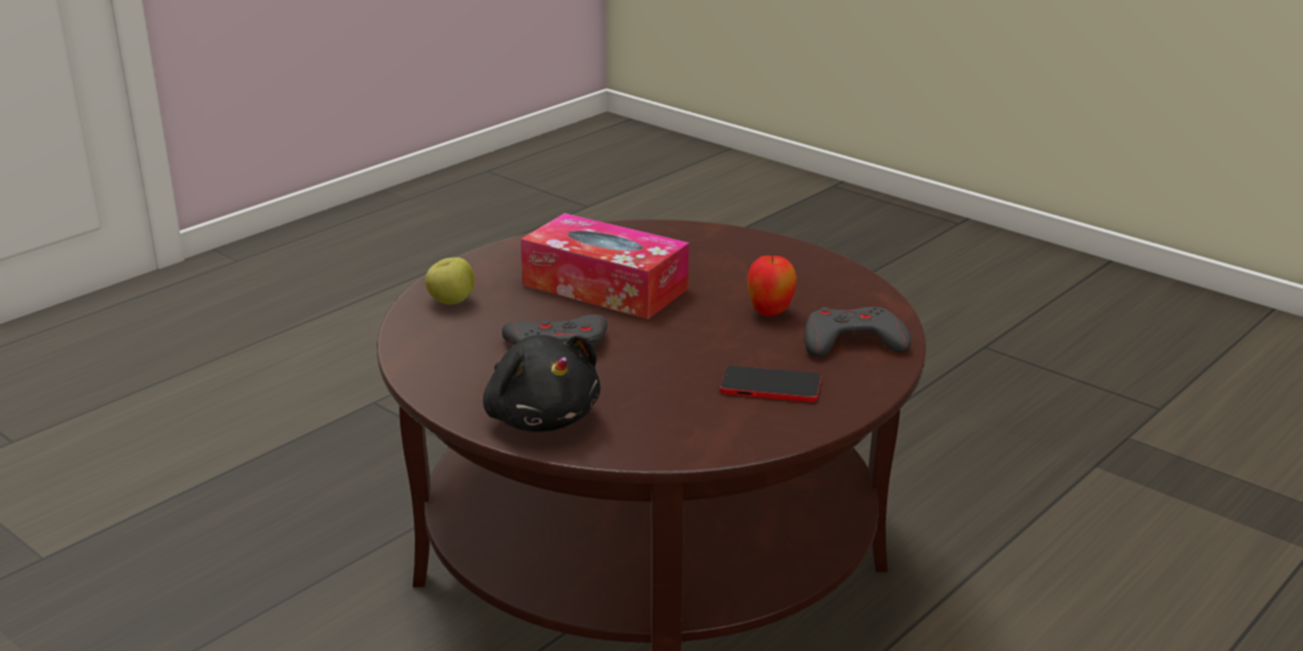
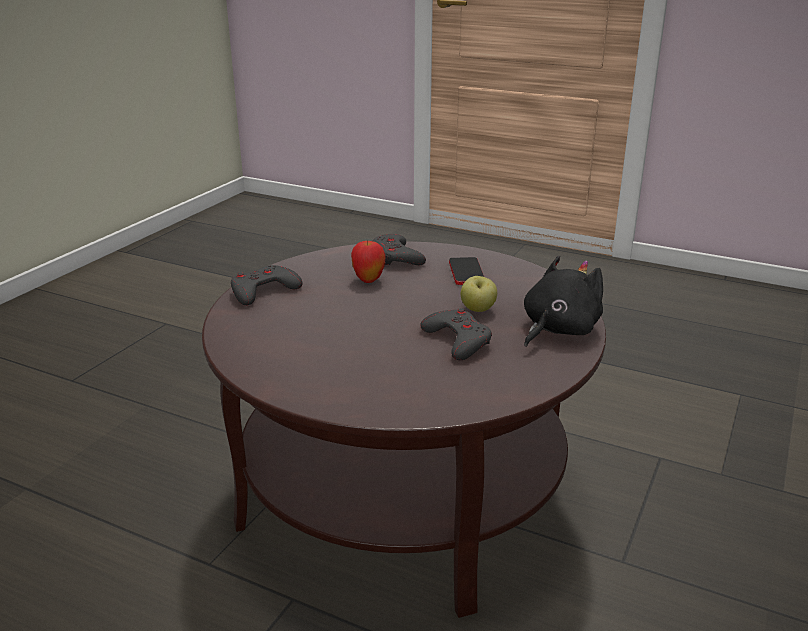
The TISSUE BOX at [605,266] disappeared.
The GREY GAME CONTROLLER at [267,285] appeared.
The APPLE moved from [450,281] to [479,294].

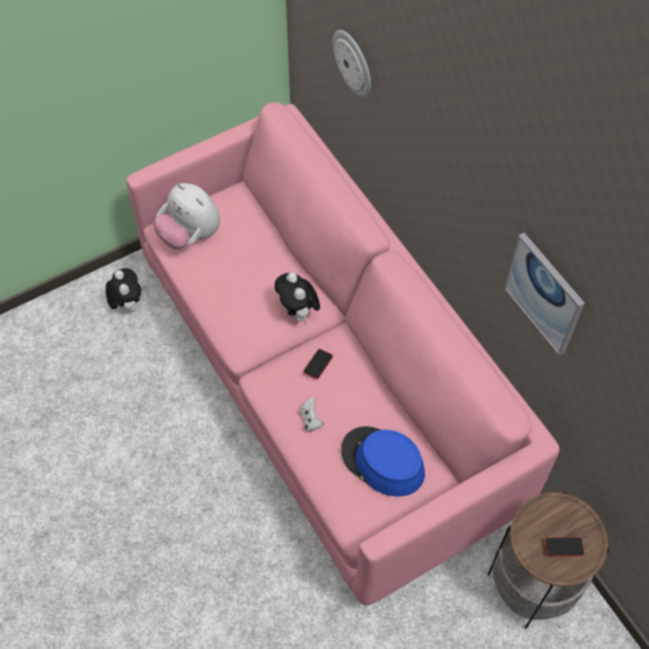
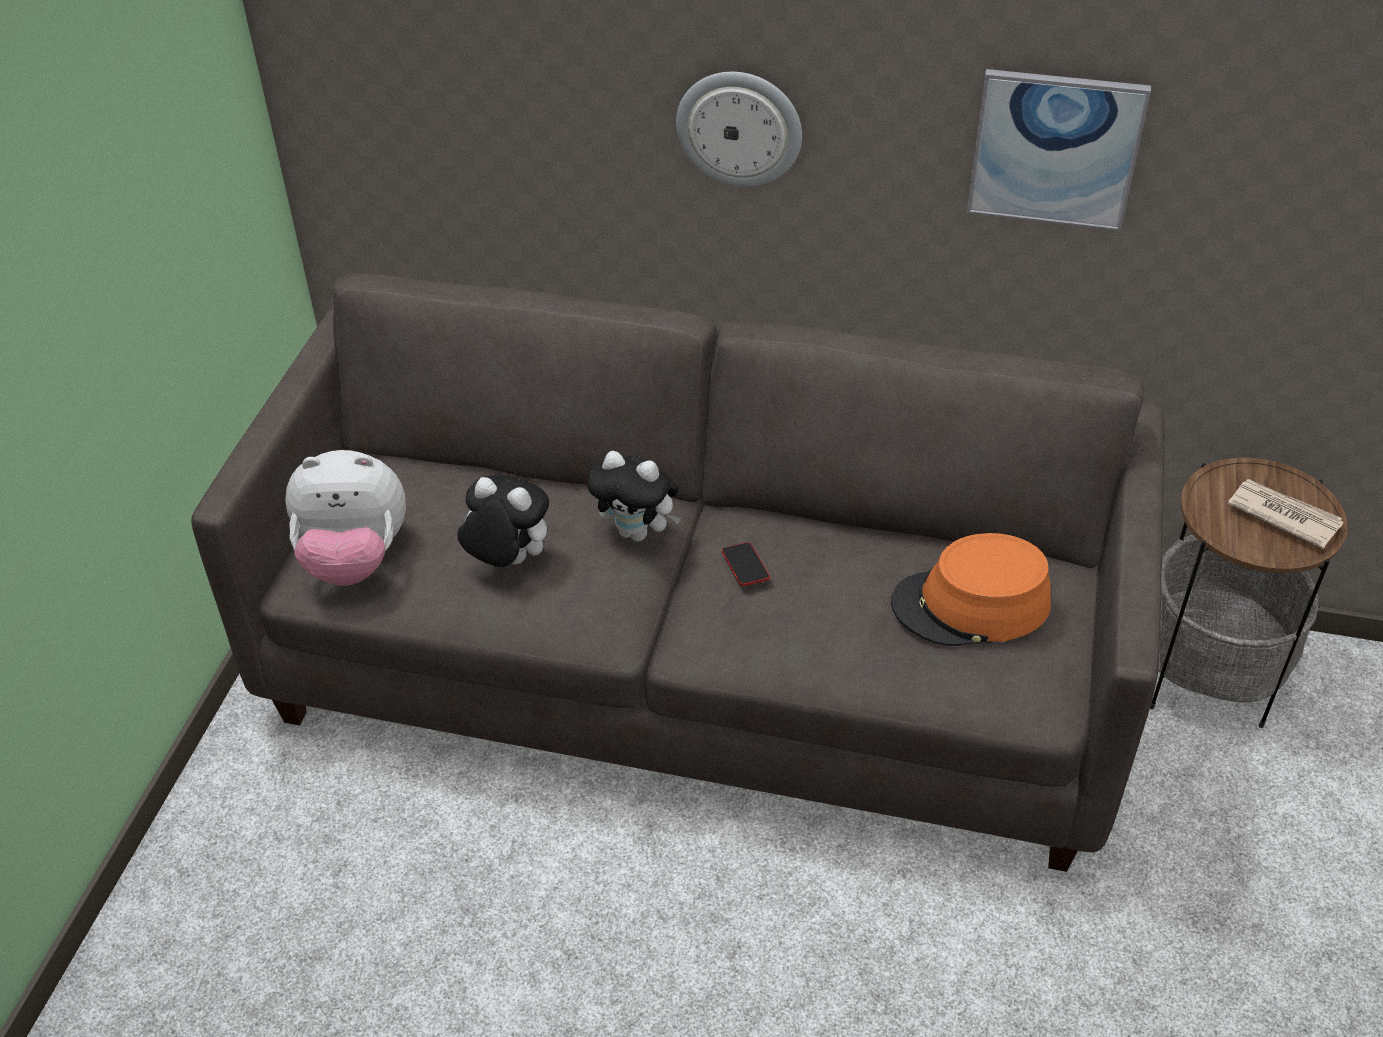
The WHITE GAME CONTROLLER at [311,414] disappeared.
The PLUSH TOY moved from [123,290] to [503,521].
The WALL CLOCK moved from [352,64] to [739,129].
The PHONE at [564,547] was replaced by the NEWSPAPER at [1286,514].
The PINK SOFA at [342,354] became the GREY SOFA at [678,572].
The BLUE HAT at [383,461] became the ORANGE HAT at [971,589].

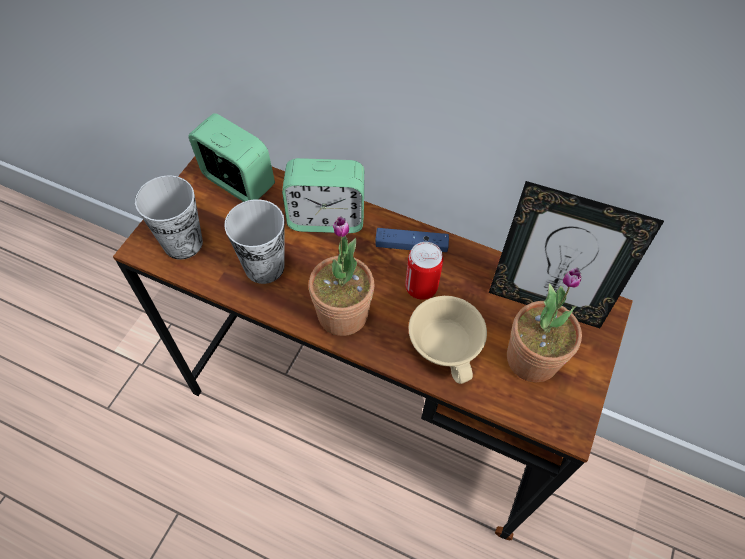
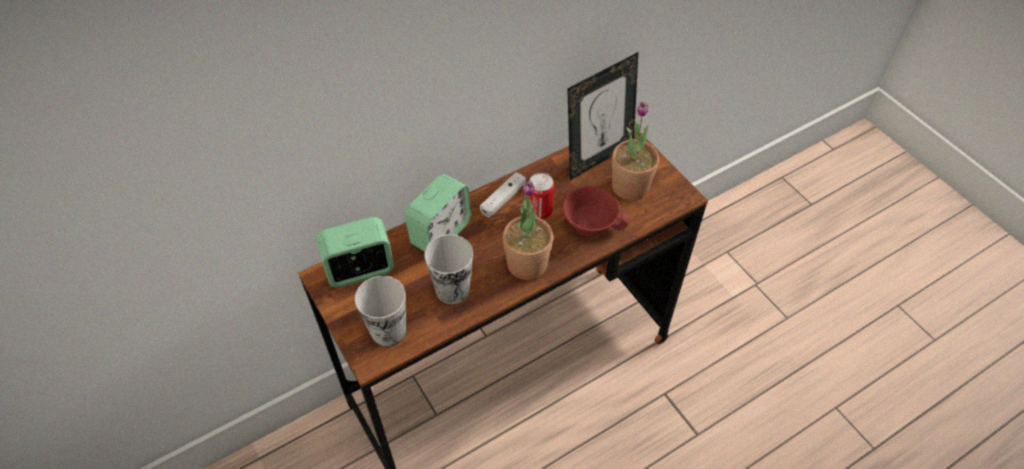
The BLUE GAME CONTROLLER at [412,240] became the WHITE GAME CONTROLLER at [503,194].
The BEIGE CUP at [448,340] became the RED CUP at [595,211].

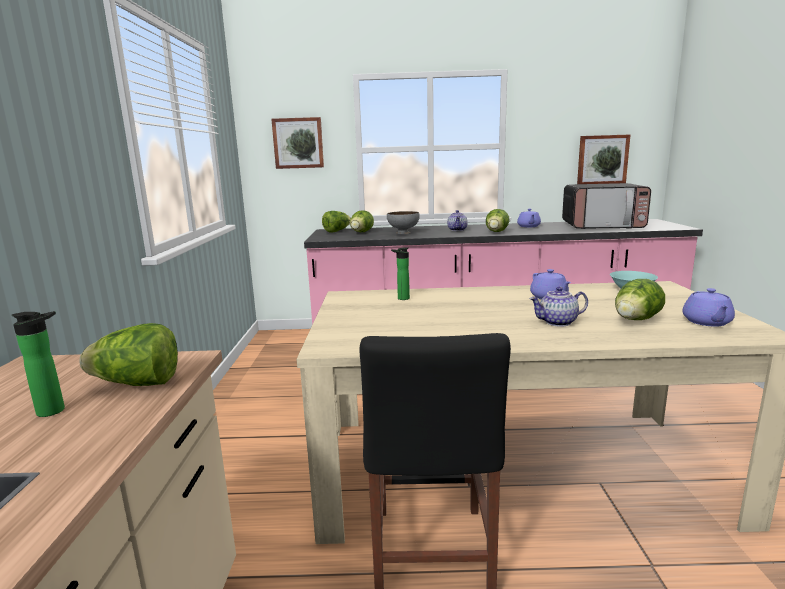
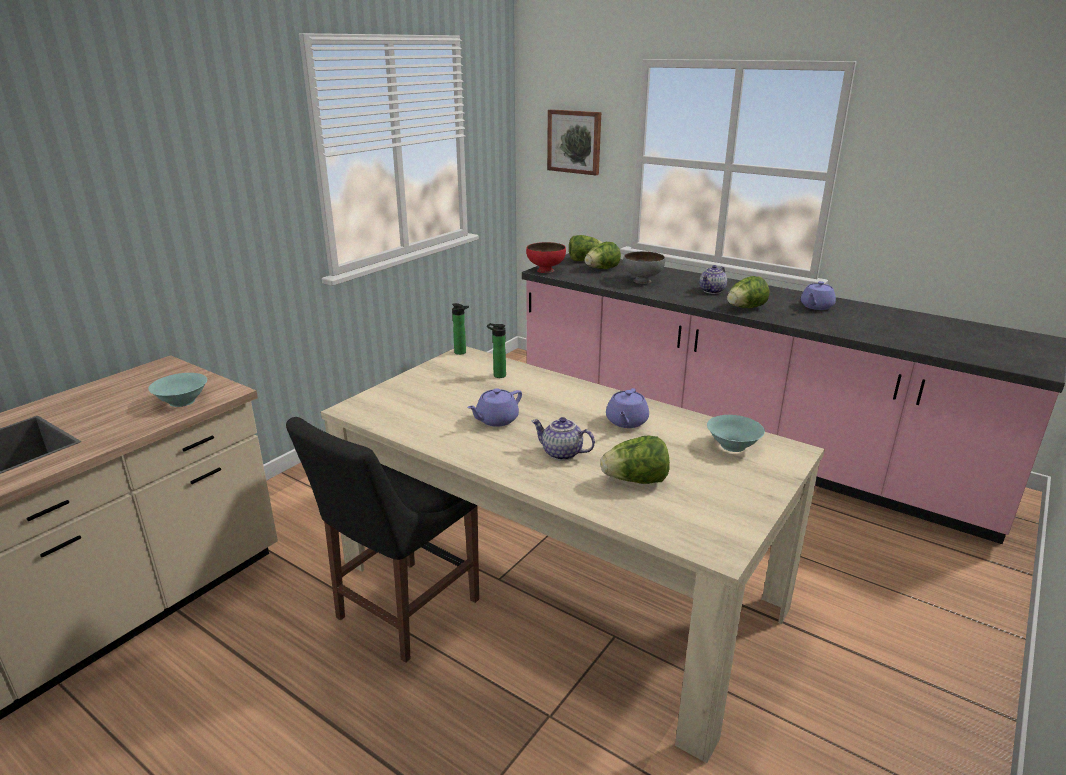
The MICROWAVE at [606,206] disappeared.
The PICTURE at [604,159] disappeared.
The RED BOWL at [546,257] appeared.
The BOTTLE moved from [38,364] to [460,329].
The PURPLE TEAPOT moved from [708,307] to [494,407].
The LETTUCE at [128,354] was replaced by the TURQUOISE BOWL at [177,390].

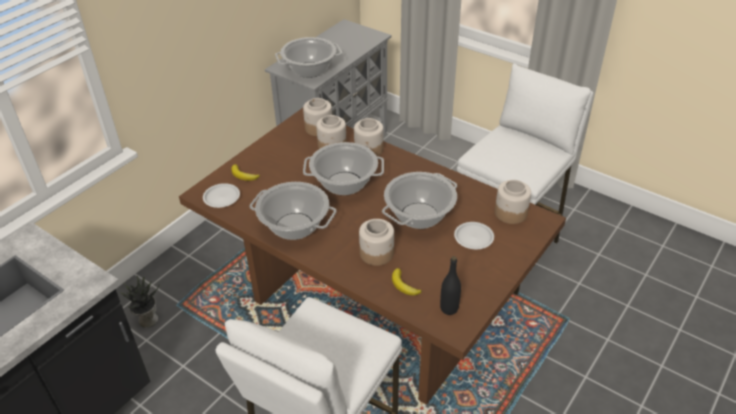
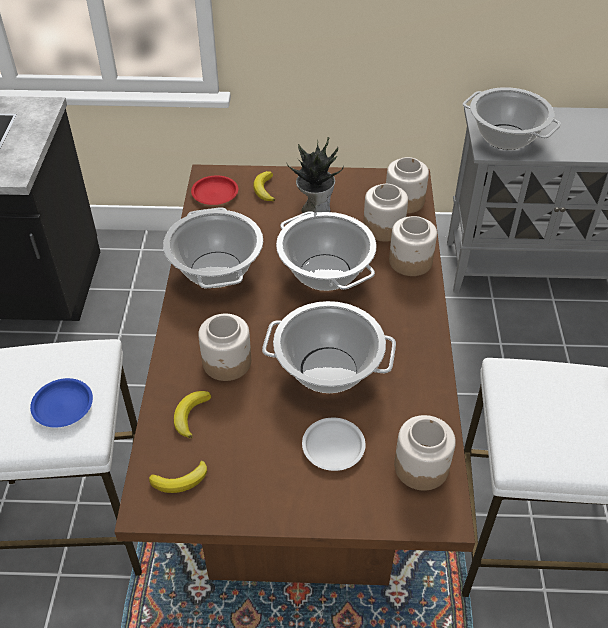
The BLUE PLATE at [61,403] appeared.
The POTTED PLANT moved from [139,302] to [315,175].
The BLACK BOTTLE at [450,285] was replaced by the BANANA at [178,476].
The WHITE PLATE at [221,195] became the RED PLATE at [214,190].

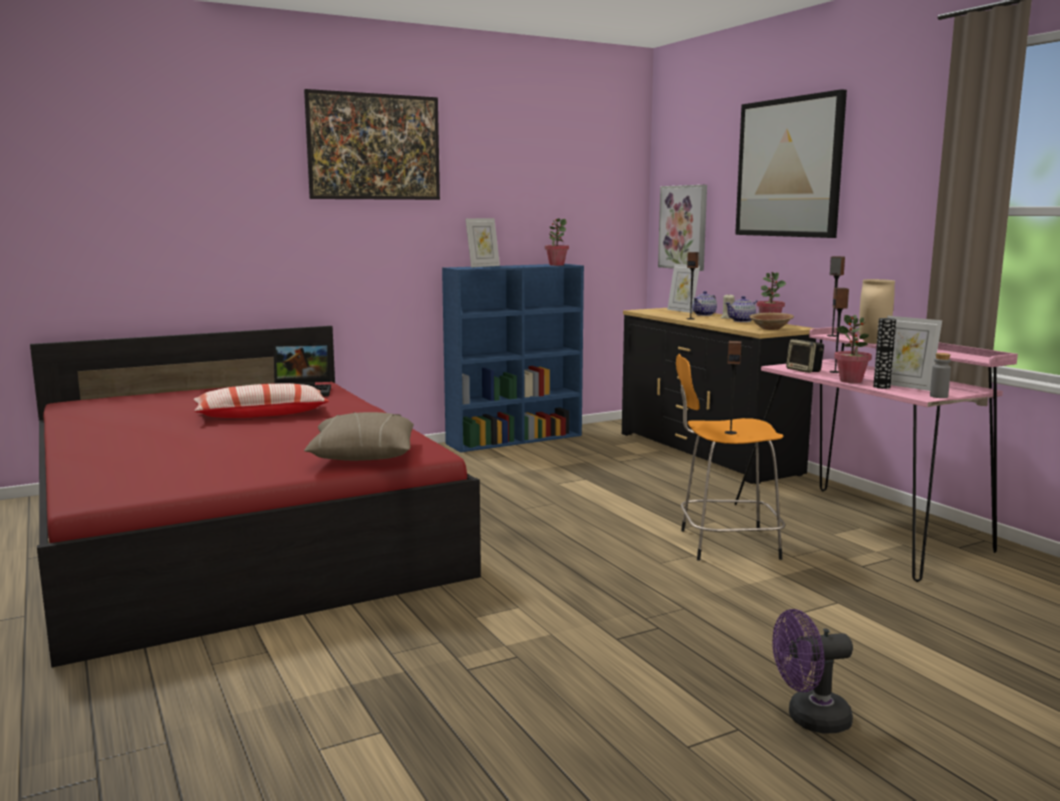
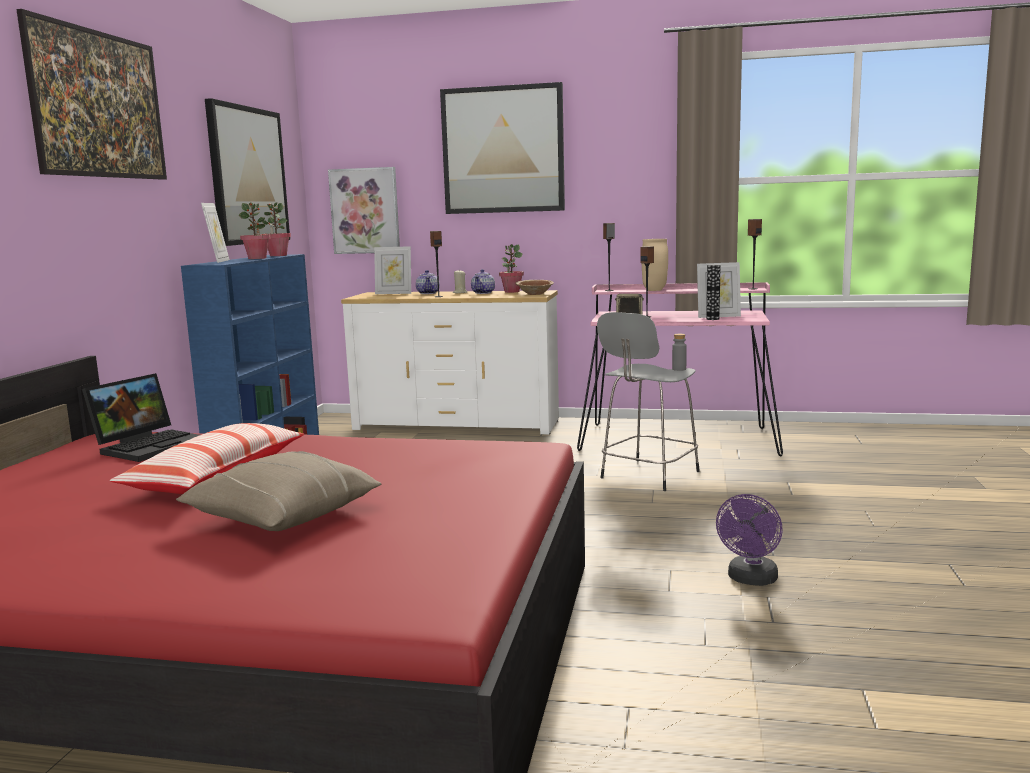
The PICTURE at [247,172] appeared.
The BEIGE PILLOW moved from [359,436] to [278,491].
The SPEAKER moved from [733,387] to [755,254].
The PURPLE FAN moved from [813,671] to [749,540].
The POTTED PLANT moved from [853,349] to [255,230].
The GREY BOTTLE moved from [940,375] to [679,352].
The BLACK DRESSER at [719,396] became the WHITE DRESSER at [450,362].
The ORANGE STOOL at [730,457] became the GREY STOOL at [648,401].

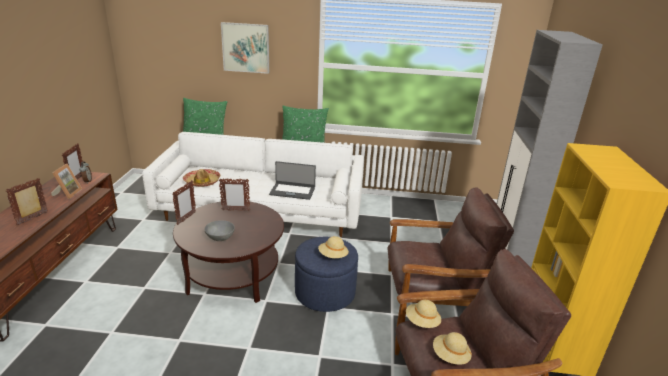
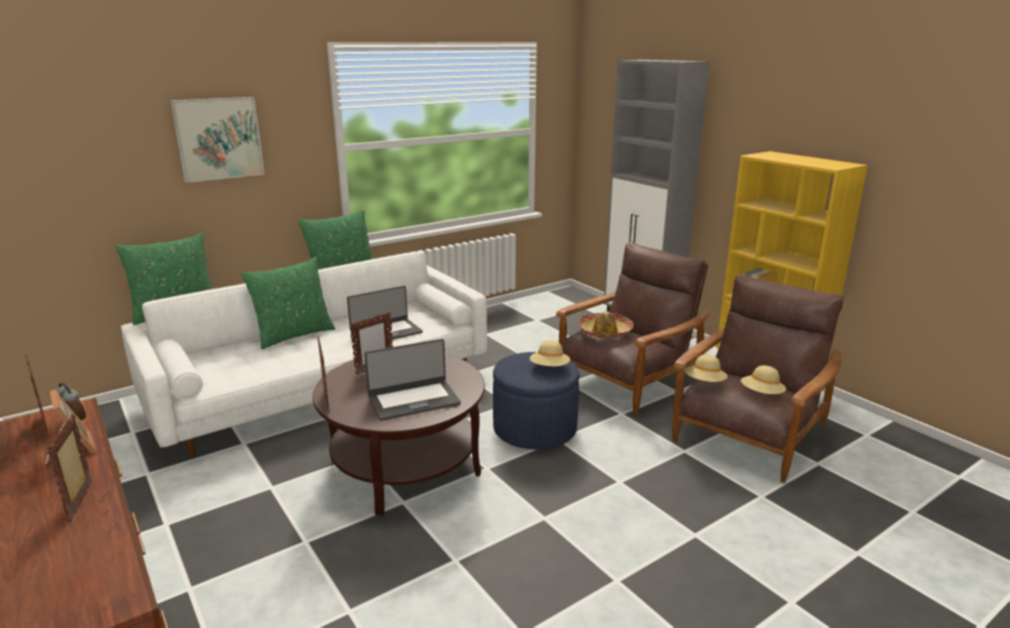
The GREEN PILLOW at [288,303] appeared.
The HAT moved from [201,178] to [606,324].
The GREY BOWL at [220,230] was replaced by the LAPTOP at [412,380].

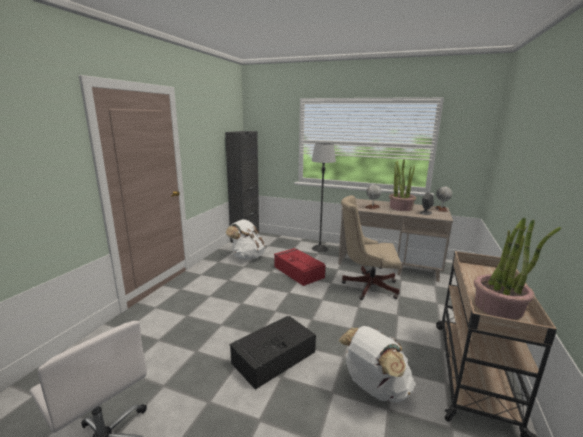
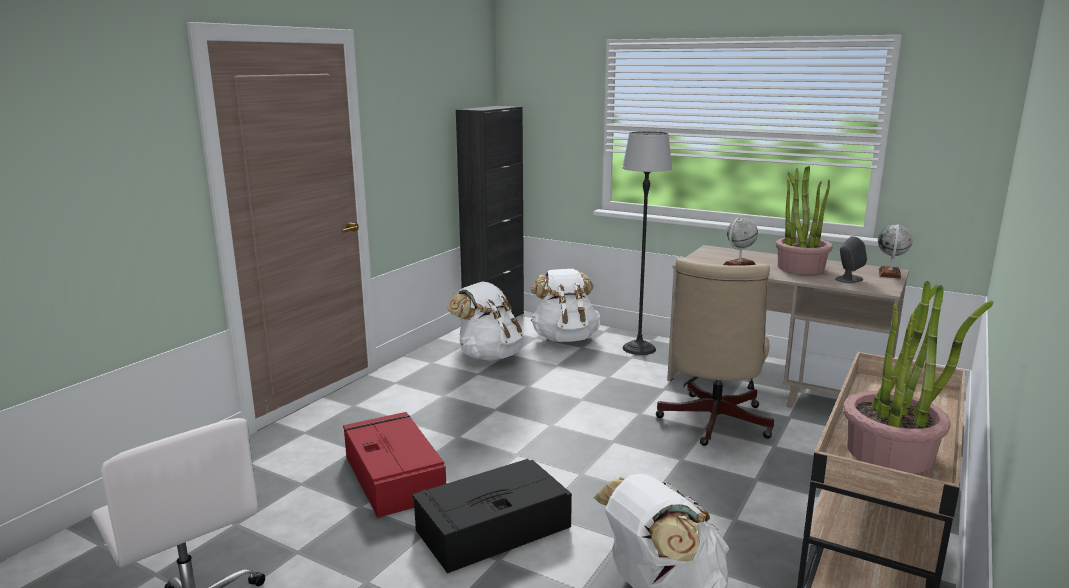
The WHITE BACKPACK at [565,305] appeared.
The RED STORAGE BOX moved from [299,267] to [394,465].
The BEIGE OFFICE CHAIR at [371,247] turned 90 degrees counterclockwise.

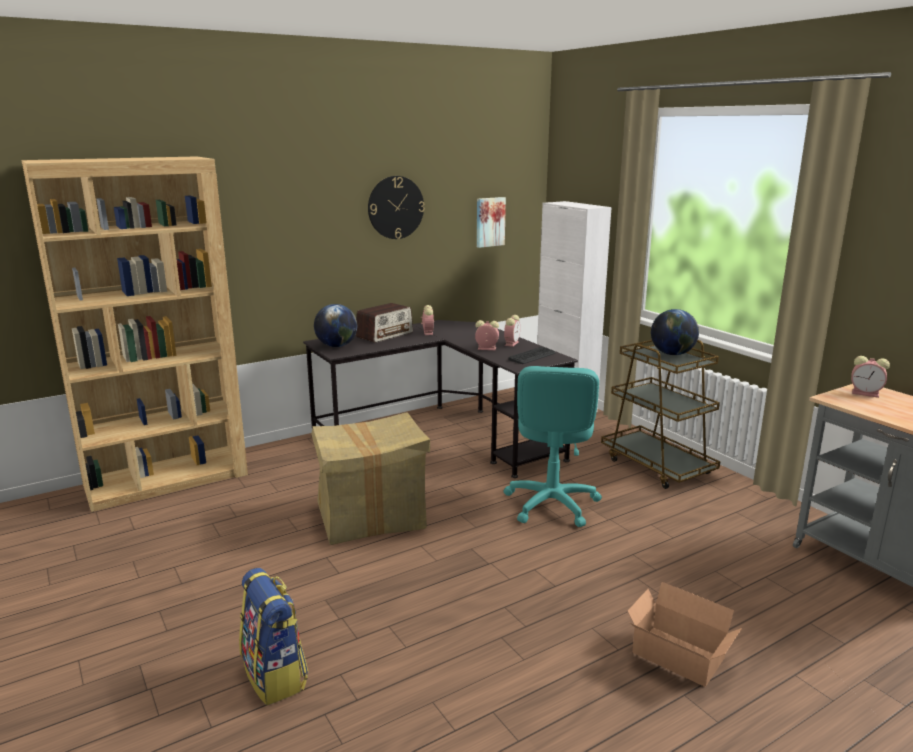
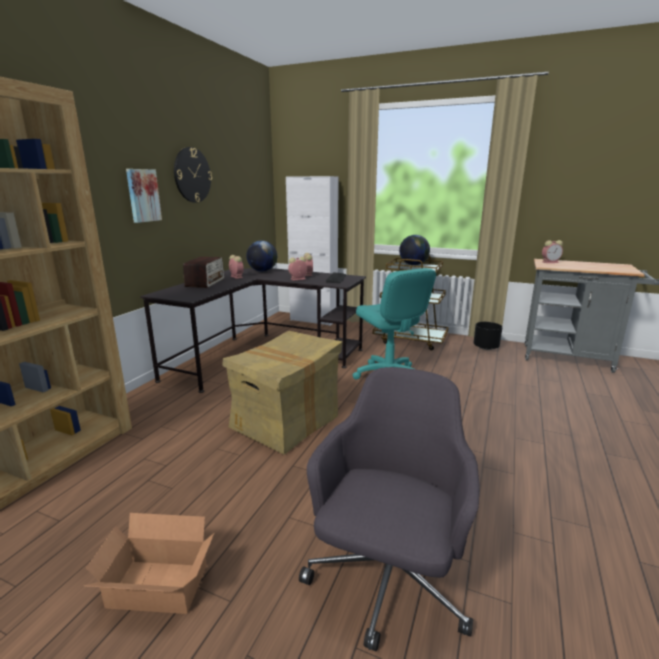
The BLACK PLANTER at [488,336] appeared.
The GLOBE moved from [335,325] to [261,256].
The PICTURE moved from [491,222] to [144,196].
The CARDBOARD BOX moved from [685,634] to [149,563].
The BACKPACK at [273,636] was replaced by the GREY OFFICE CHAIR at [389,509].

